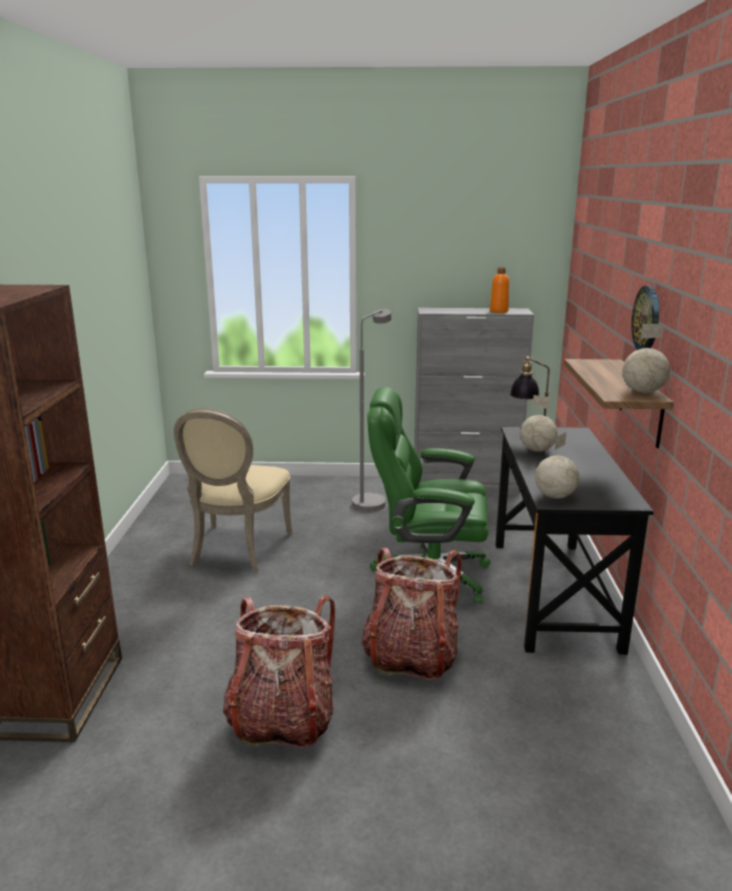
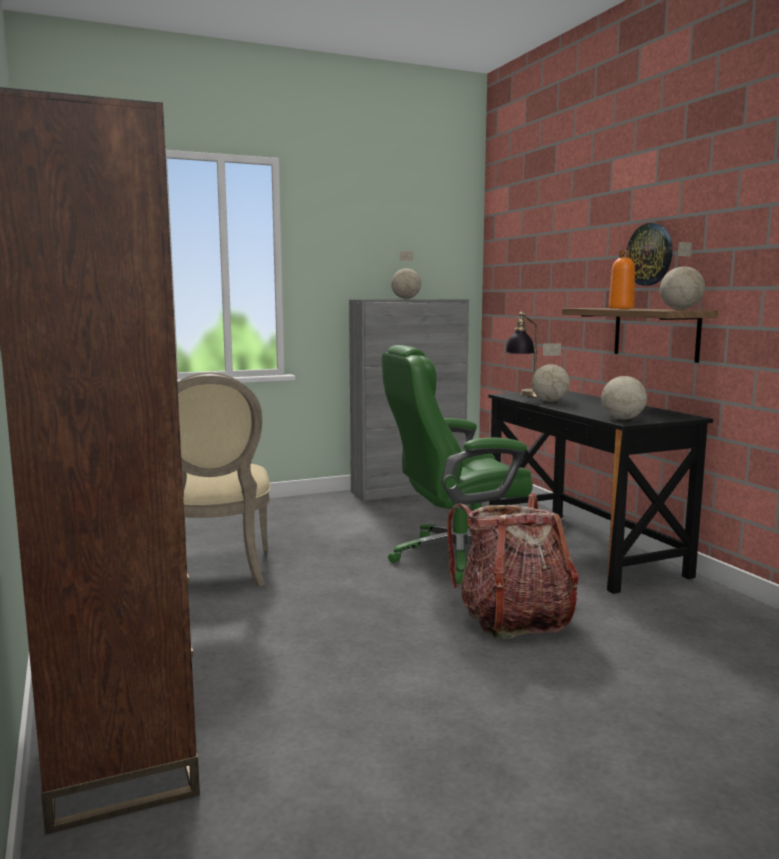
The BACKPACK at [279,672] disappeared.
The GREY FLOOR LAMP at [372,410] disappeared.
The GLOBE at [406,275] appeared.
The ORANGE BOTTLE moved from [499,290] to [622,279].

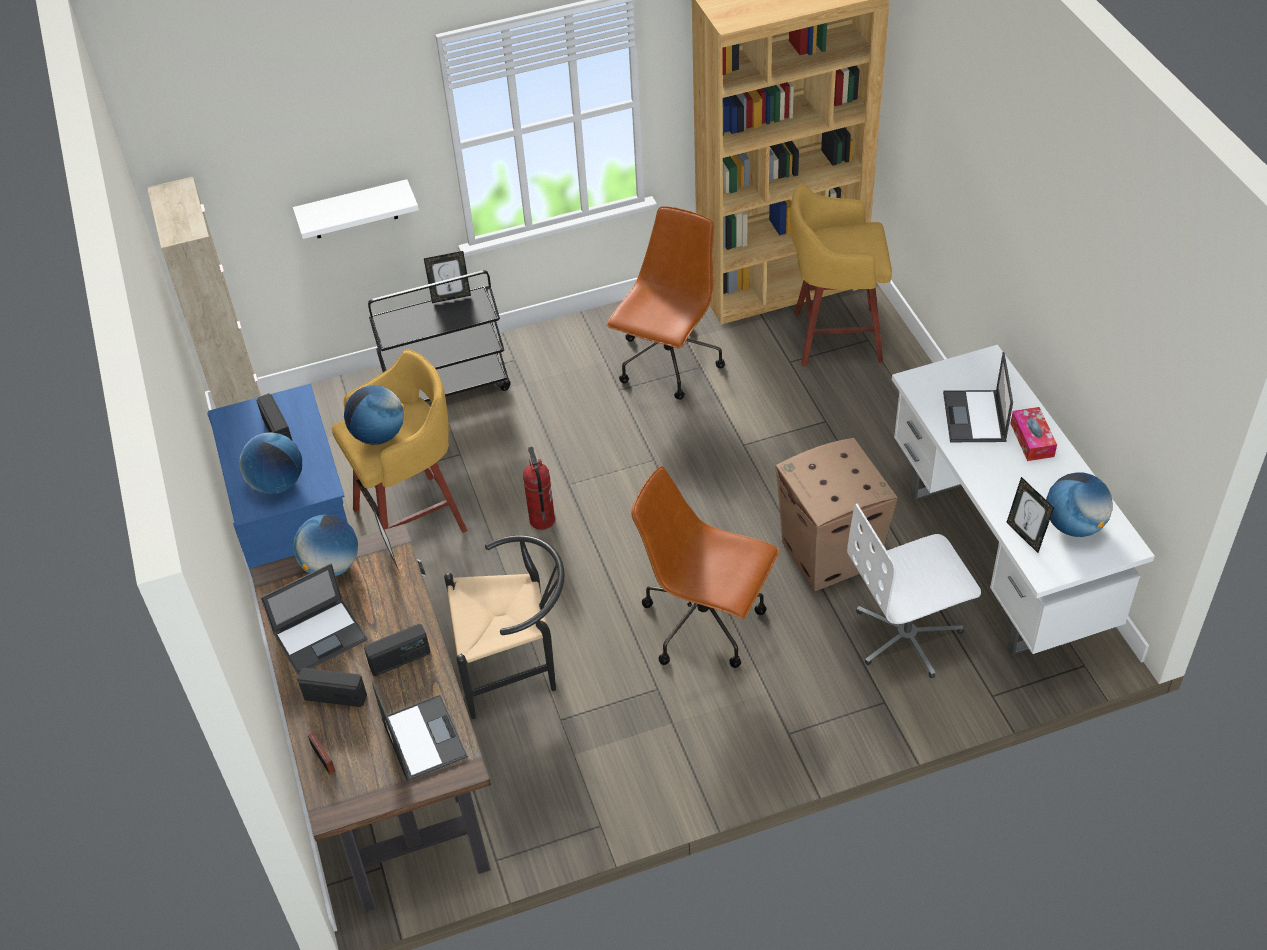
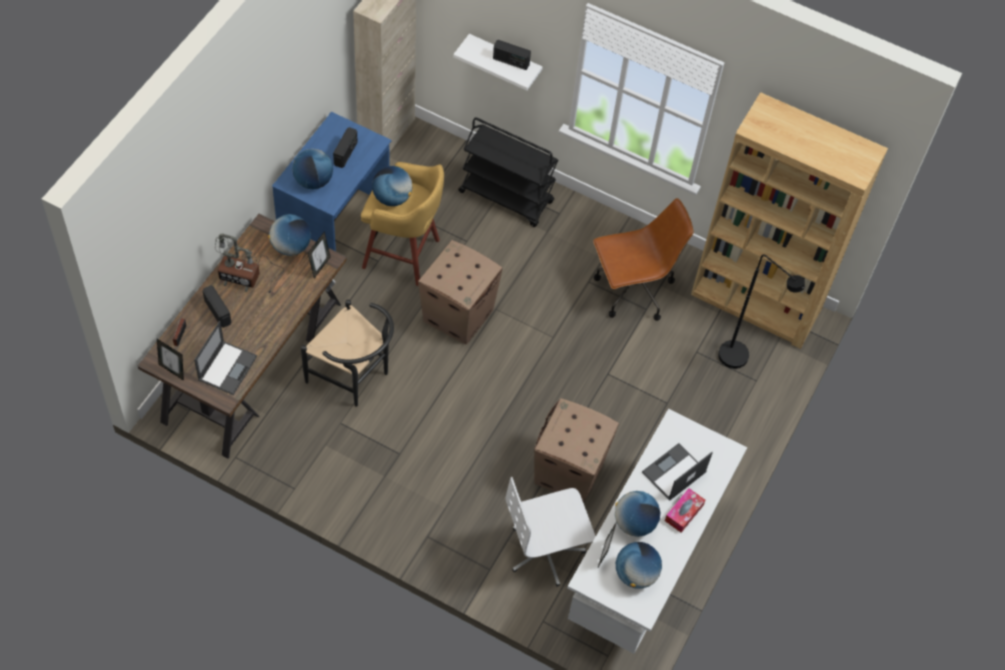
The BROWN OFFICE CHAIR at [705,567] disappeared.
The GLOBE at [637,514] appeared.
The RADIO moved from [397,650] to [512,55].
The PICTURE FRAME moved from [447,277] to [170,360].
The LAPTOP at [314,619] was replaced by the TABLE LAMP at [249,263].
The FIRE EXTINGUISHER at [539,488] was replaced by the CARDBOARD BOX at [460,292].
The YELLOW STOOL at [841,274] was replaced by the BLACK FLOOR LAMP at [761,312].
The WHITE OFFICE CHAIR at [914,591] turned 45 degrees counterclockwise.

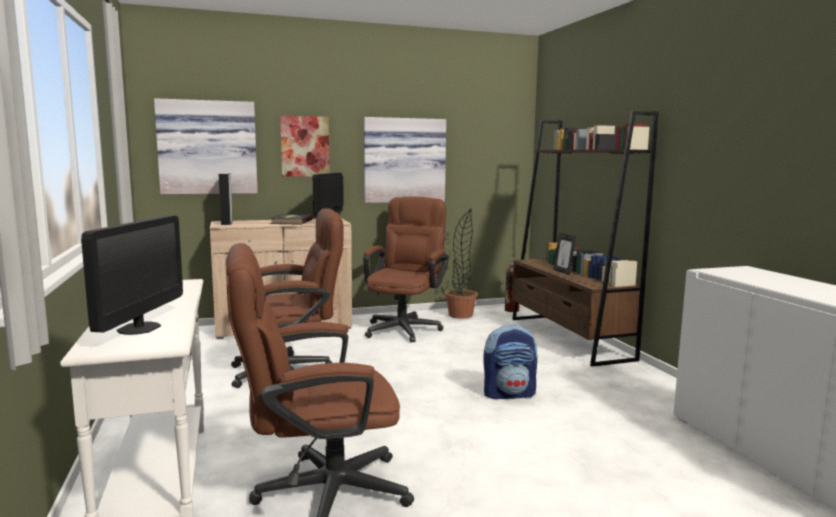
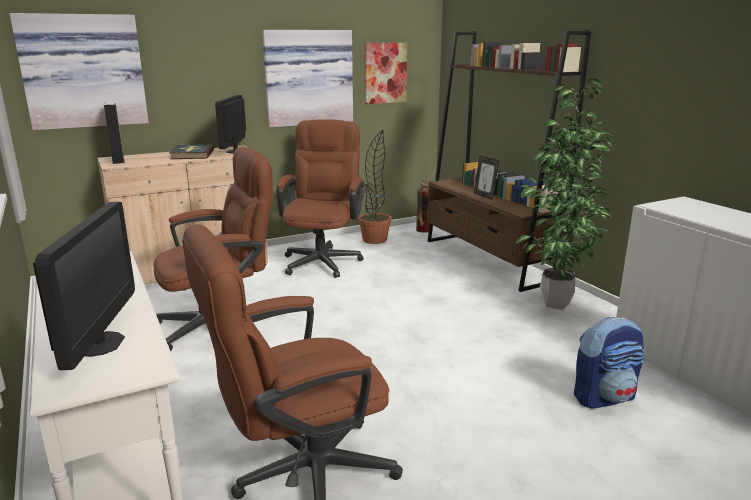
The POTTED PLANT at [566,194] appeared.
The PICTURE moved from [305,146] to [386,73].
The BACKPACK moved from [510,361] to [609,363].

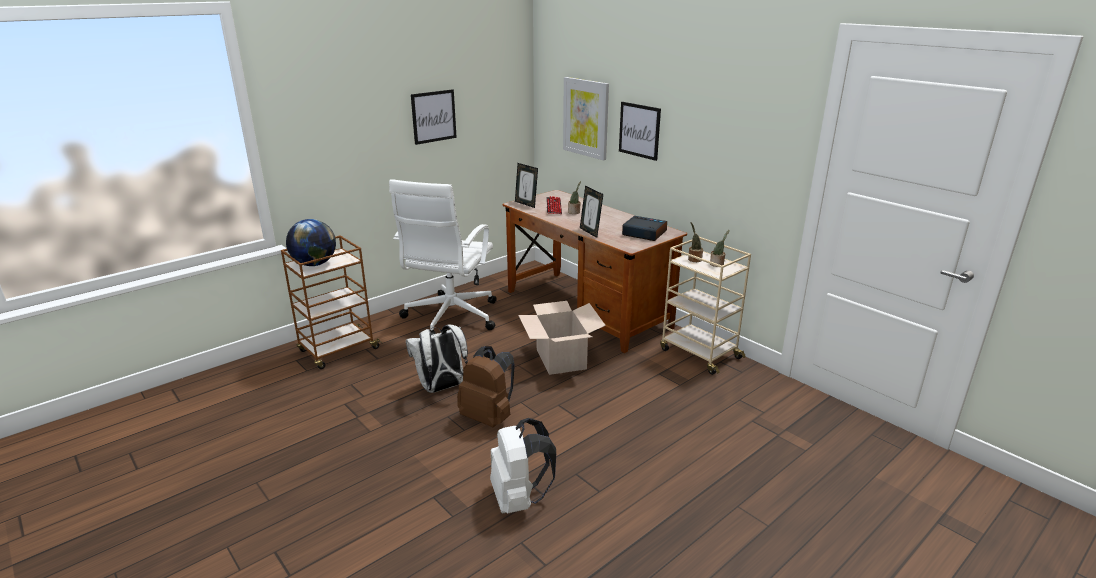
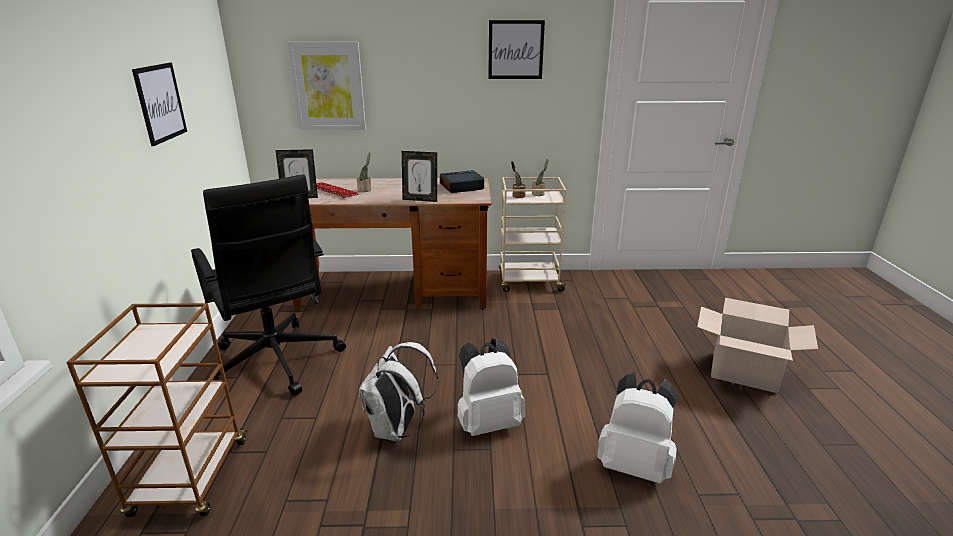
The GLOBE at [311,242] disappeared.
The CARDBOARD BOX moved from [562,338] to [757,345].
The PICTURE moved from [640,131] to [516,49].
The WHITE OFFICE CHAIR at [443,257] became the BLACK OFFICE CHAIR at [268,285].
The BROWN BACKPACK at [486,386] became the WHITE BACKPACK at [491,387].

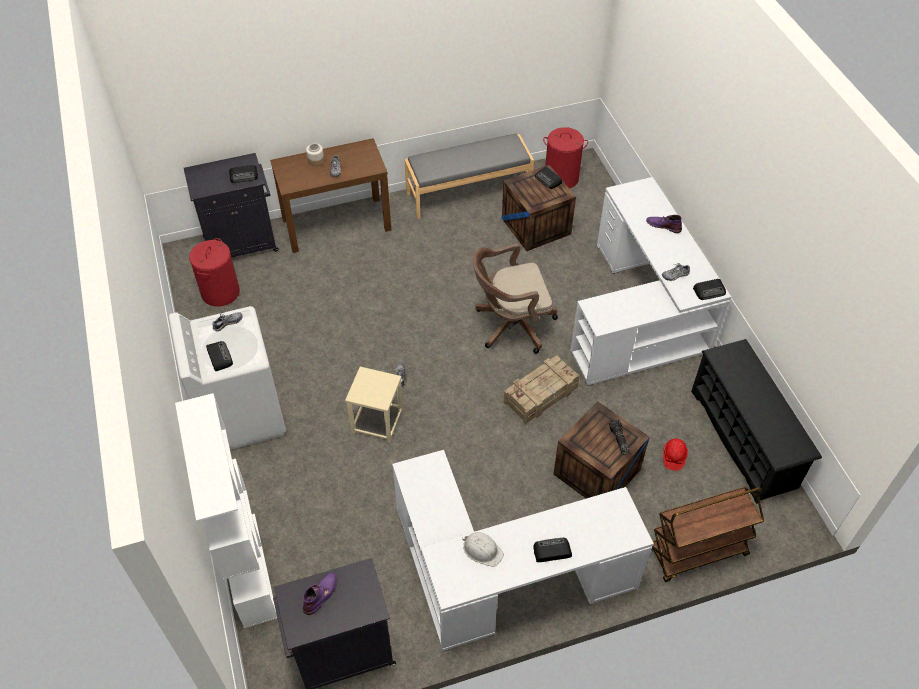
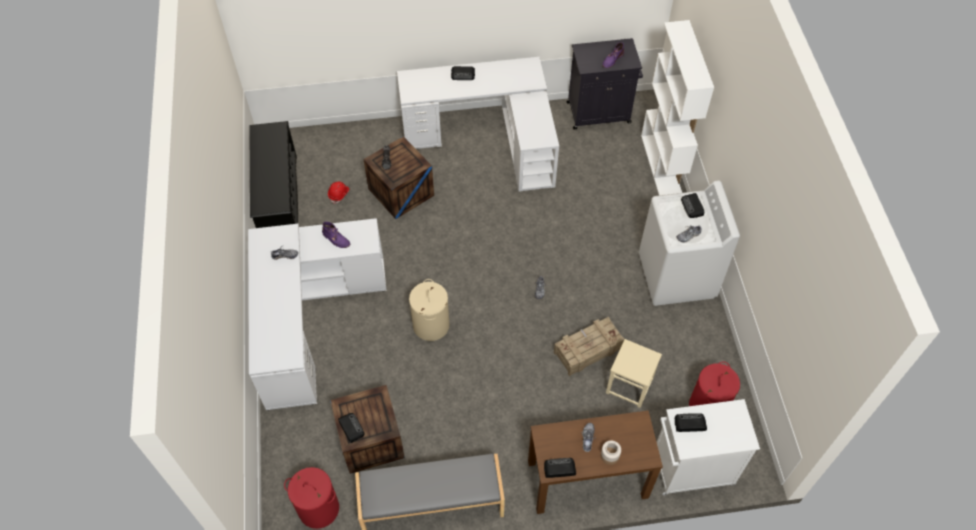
The WHITE HARD HAT at [483,549] disappeared.
The BROWN CART at [708,534] disappeared.
The BEIGE STOOL moved from [374,404] to [634,373].
The CRATE moved from [542,389] to [589,346].
The PURPLE BOOT moved from [664,224] to [336,235].
The RADIO moved from [709,289] to [560,468].
The BROWN OFFICE CHAIR at [515,298] was replaced by the BEIGE LAUNDRY BASKET at [429,310].
The BLACK CABINET at [231,205] became the WHITE CABINET at [708,447].

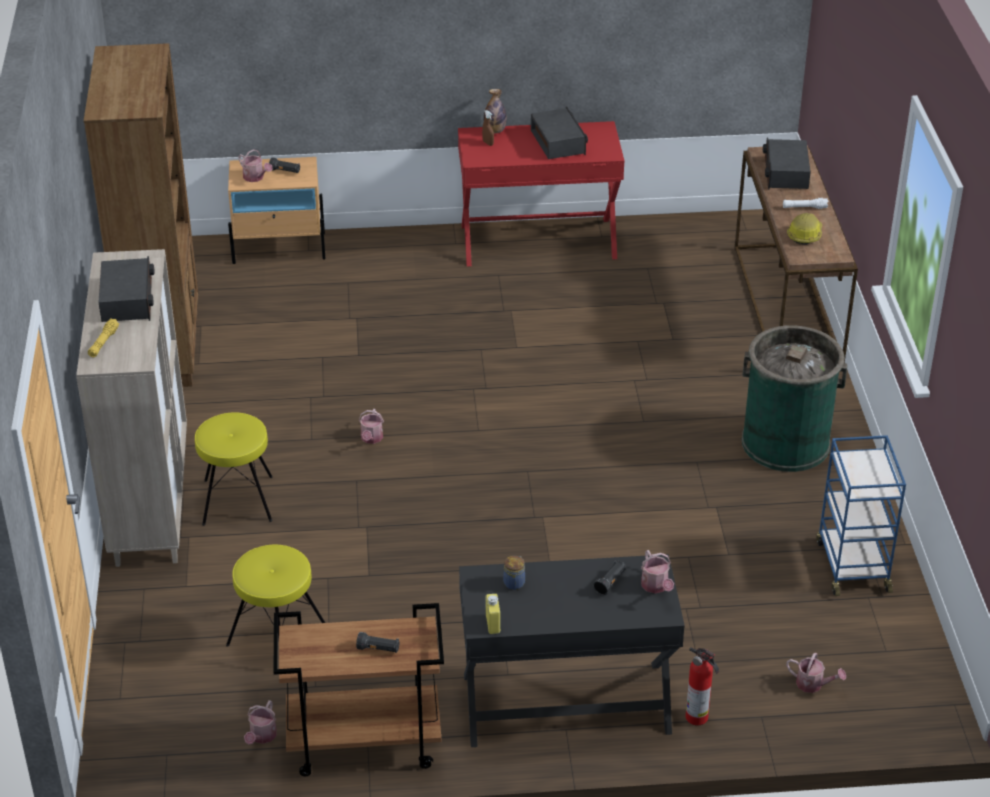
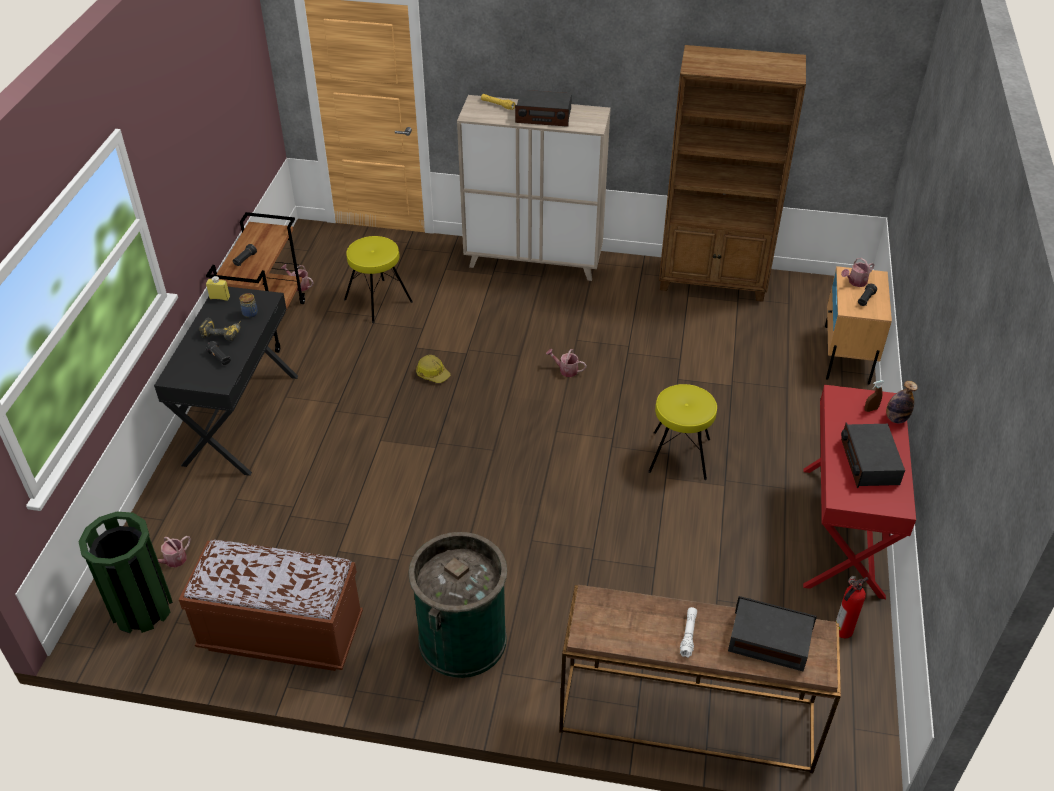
The WATERING CAN at [657,572] disappeared.
The GREEN TRASH CAN at [126,572] appeared.
The POWER DRILL at [220,329] appeared.
The YELLOW STOOL moved from [234,469] to [682,432].
The FIRE EXTINGUISHER moved from [702,686] to [852,607].
The HARD HAT moved from [804,229] to [433,369].
The BLUE CART at [861,515] was replaced by the BROWN BENCH at [271,605].
The RADIO at [559,133] turned 90 degrees clockwise.

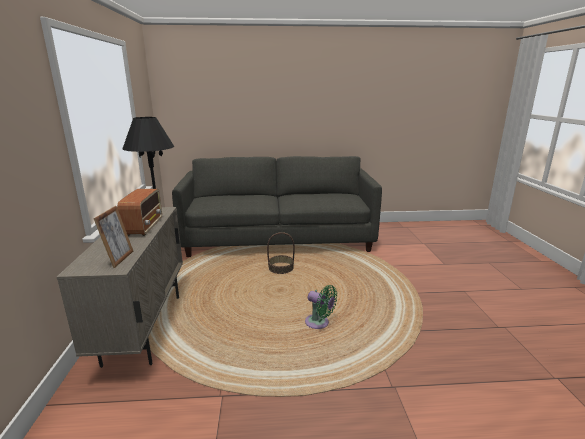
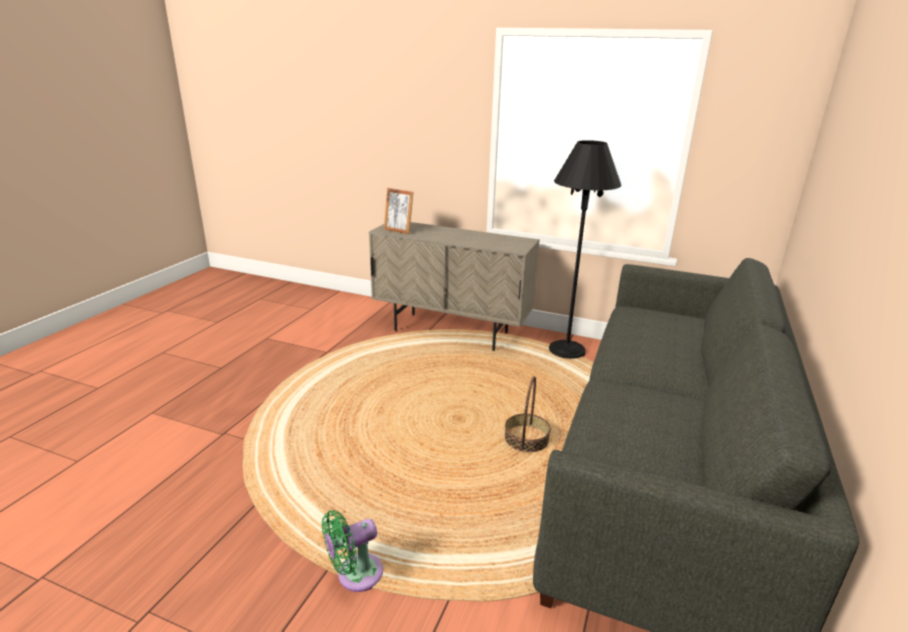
The RADIO at [139,212] disappeared.
The GREEN FAN moved from [321,307] to [352,551].

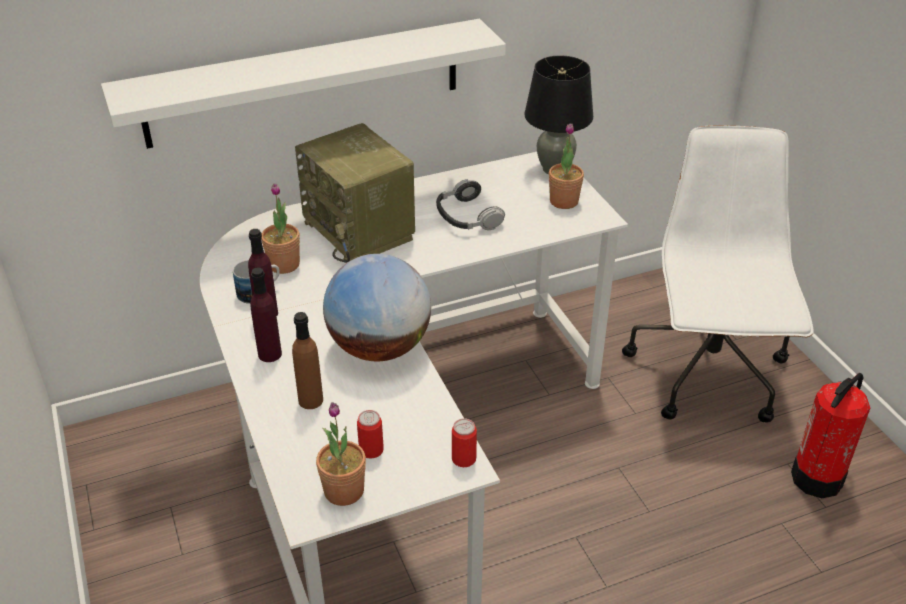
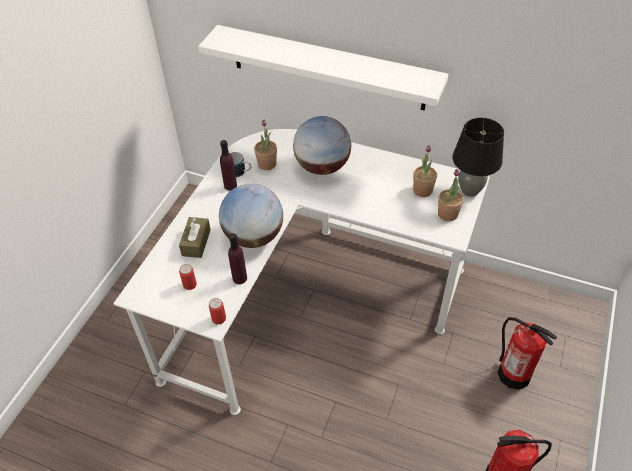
The HEADPHONES at [470,204] disappeared.
The PURPLE BOTTLE moved from [266,314] to [237,258].
The POTTED PLANT moved from [341,454] to [425,171].
The BROWN BOTTLE at [307,360] was replaced by the BROWN TISSUE BOX at [195,237].
The RADIO at [355,193] was replaced by the GLOBE at [322,145].
The WHITE OFFICE CHAIR at [718,274] was replaced by the FIRE EXTINGUISHER at [527,353].

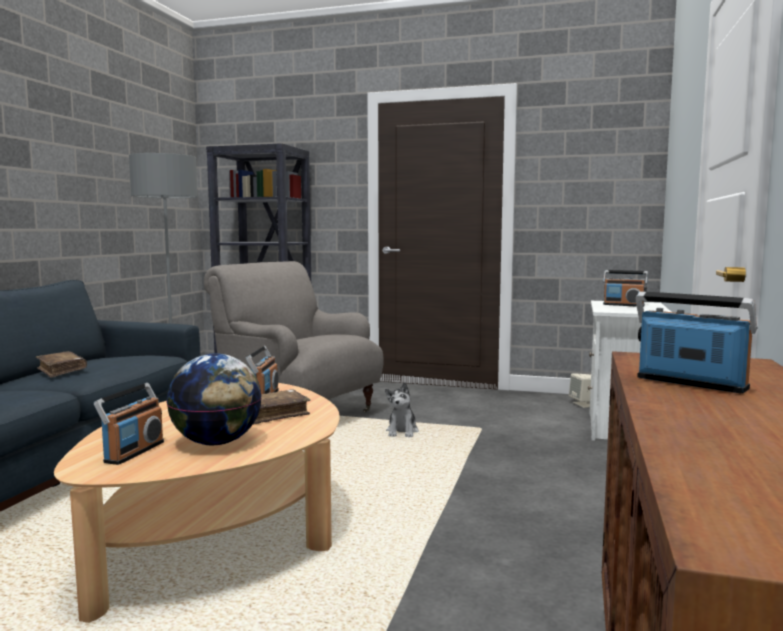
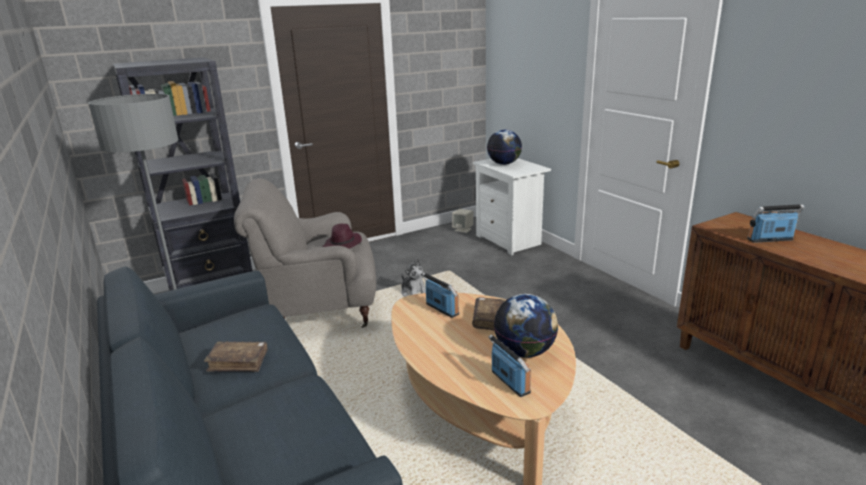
The PURPLE HAT at [342,236] appeared.
The RADIO at [625,288] was replaced by the GLOBE at [504,147].

